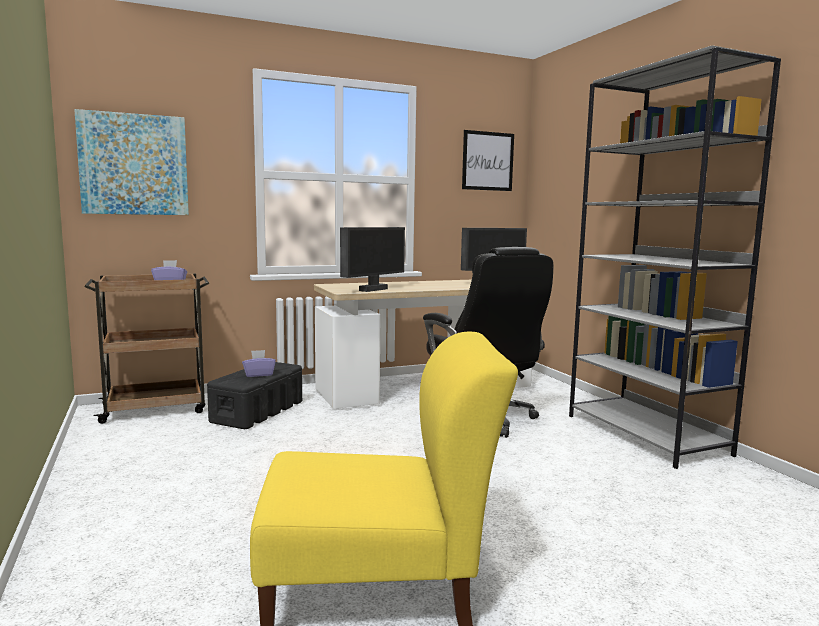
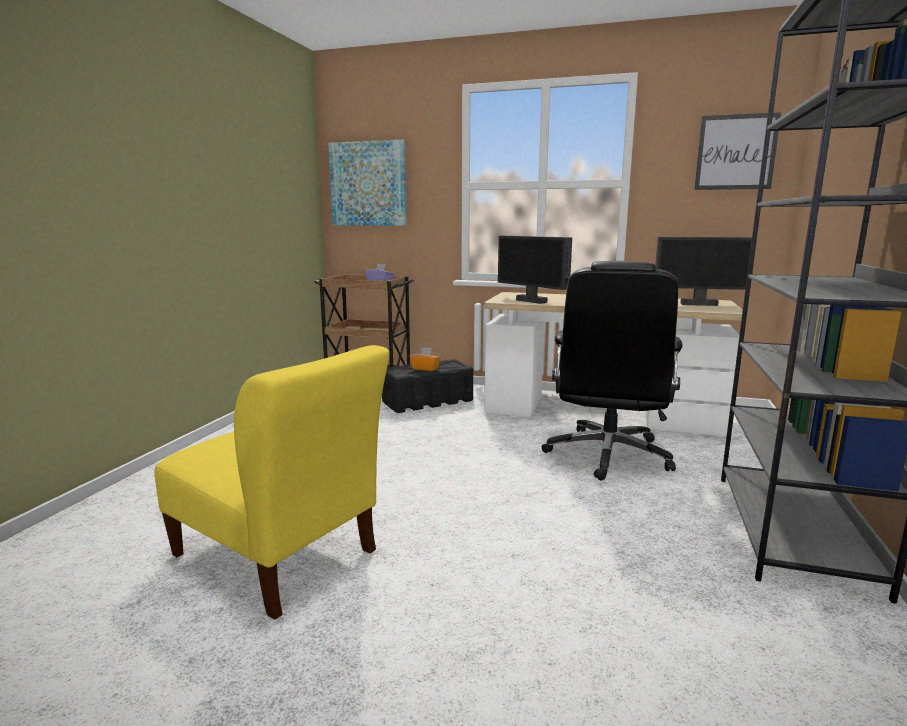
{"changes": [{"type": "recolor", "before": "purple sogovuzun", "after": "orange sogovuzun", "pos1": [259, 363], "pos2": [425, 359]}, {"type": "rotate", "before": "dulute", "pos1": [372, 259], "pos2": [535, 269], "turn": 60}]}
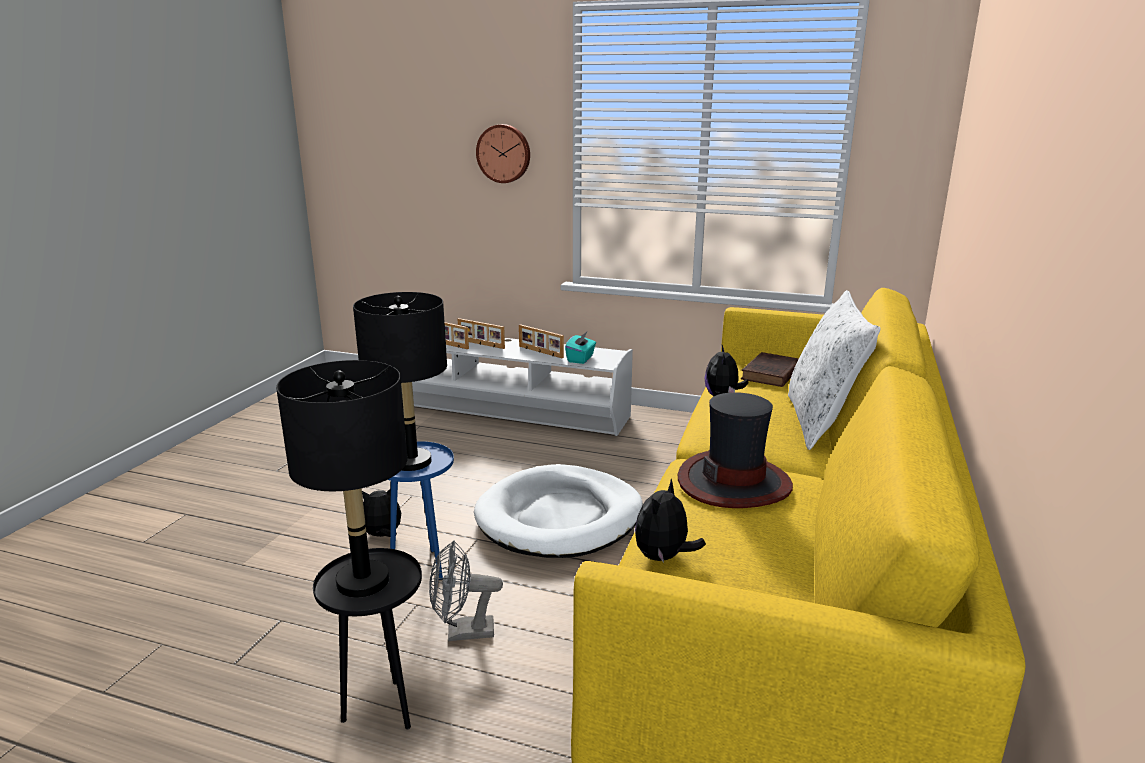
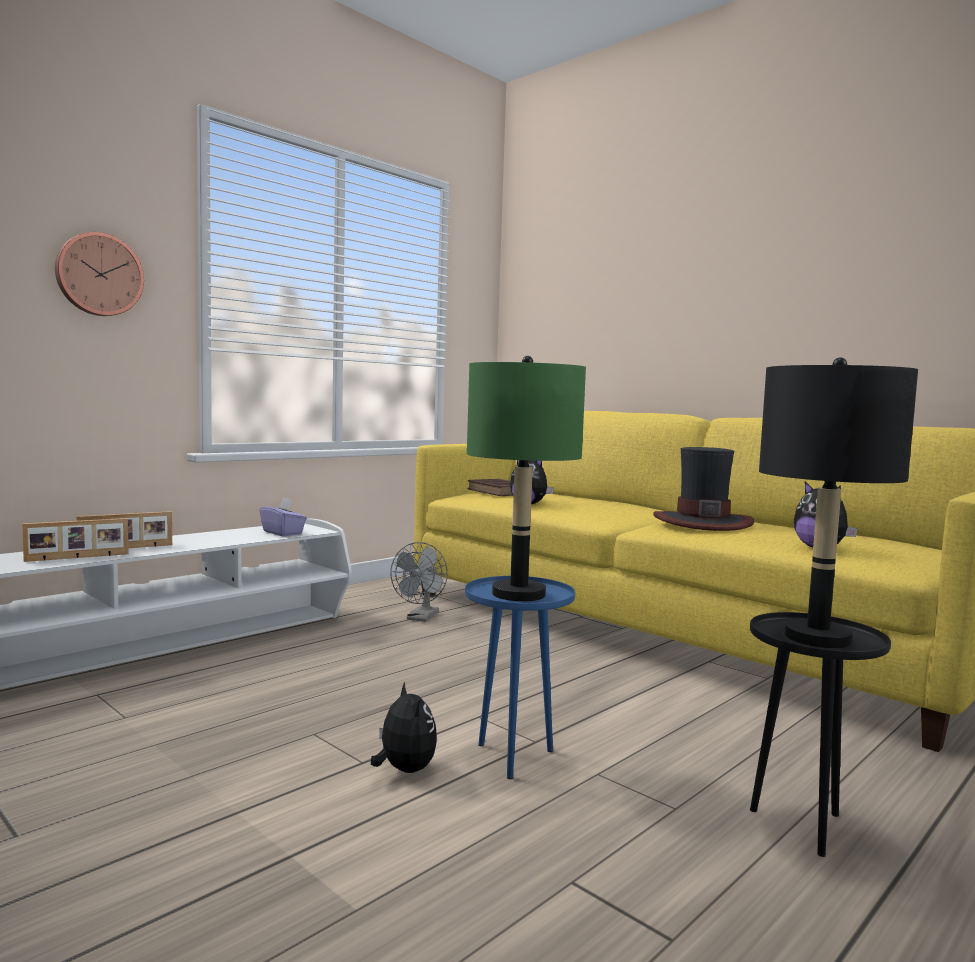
{"changes": [{"type": "recolor", "before": "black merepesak", "after": "green merepesak", "pos1": [400, 381], "pos2": [526, 478]}, {"type": "rotate", "before": "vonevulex", "pos1": [381, 512], "pos2": [404, 727], "turn": 150}, {"type": "move", "before": "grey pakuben", "pos1": [466, 590], "pos2": [419, 582]}, {"type": "delete", "before": "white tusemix", "pos1": [558, 511]}, {"type": "delete", "before": "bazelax", "pos1": [541, 341]}, {"type": "recolor", "before": "turquoise sogovuzun", "after": "purple sogovuzun", "pos1": [580, 348], "pos2": [283, 516]}, {"type": "delete", "before": "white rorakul", "pos1": [834, 370]}]}
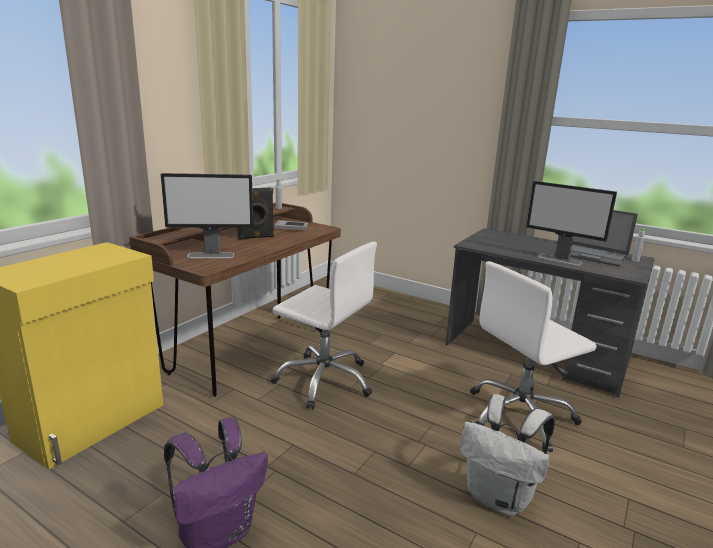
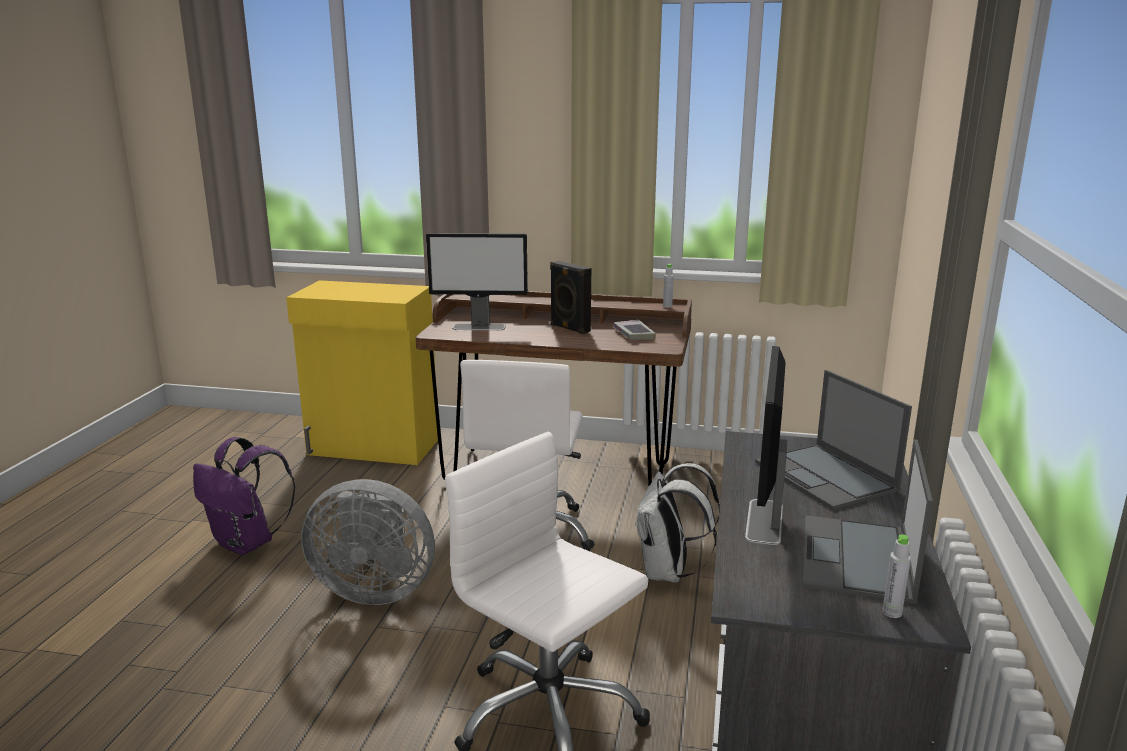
{"changes": [{"type": "rotate", "before": "dulute", "pos1": [207, 215], "pos2": [477, 281], "turn": -60}, {"type": "move", "before": "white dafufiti", "pos1": [507, 455], "pos2": [677, 523]}, {"type": "insert", "after": "grey pakuben", "pos2": [368, 542]}, {"type": "insert", "after": "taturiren", "pos2": [833, 440]}]}
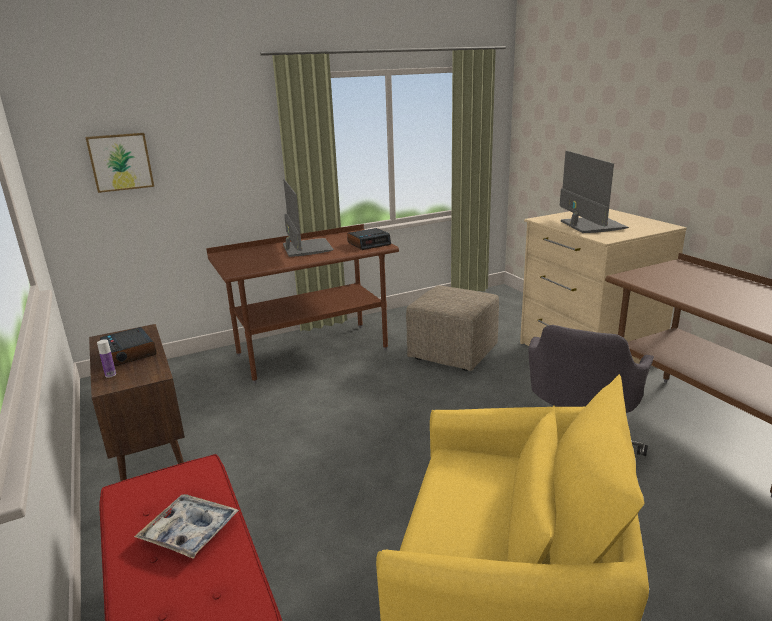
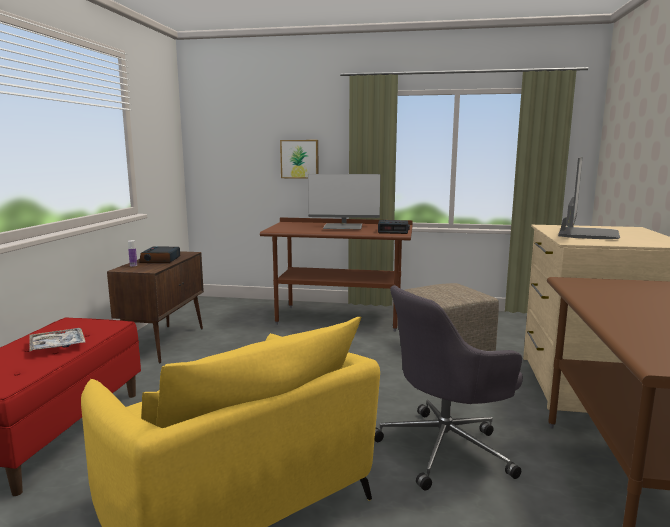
{"changes": [{"type": "move", "before": "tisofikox", "pos1": [119, 163], "pos2": [299, 159]}, {"type": "rotate", "before": "dulute", "pos1": [308, 218], "pos2": [344, 201], "turn": 75}]}
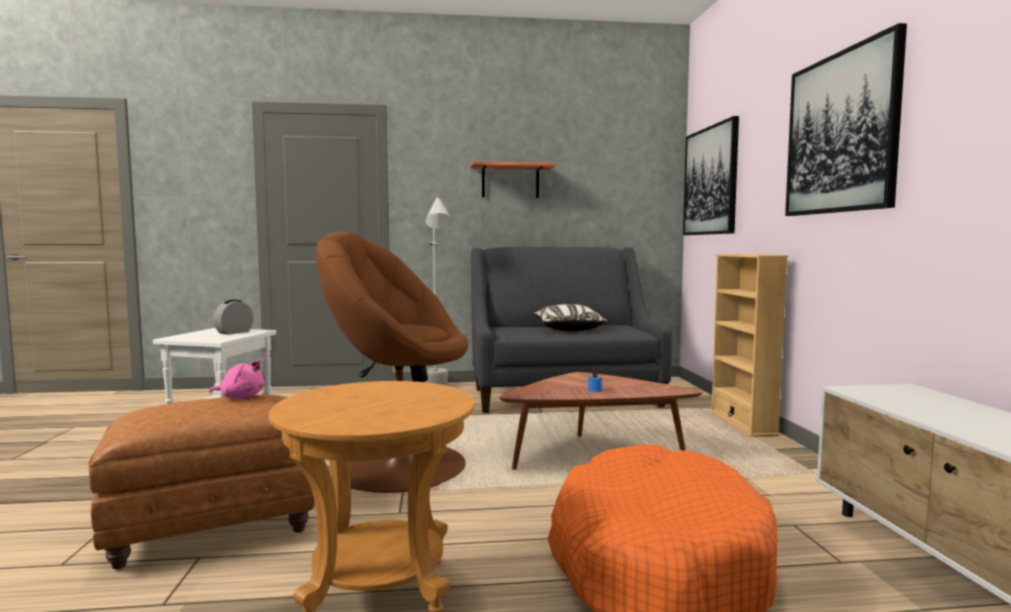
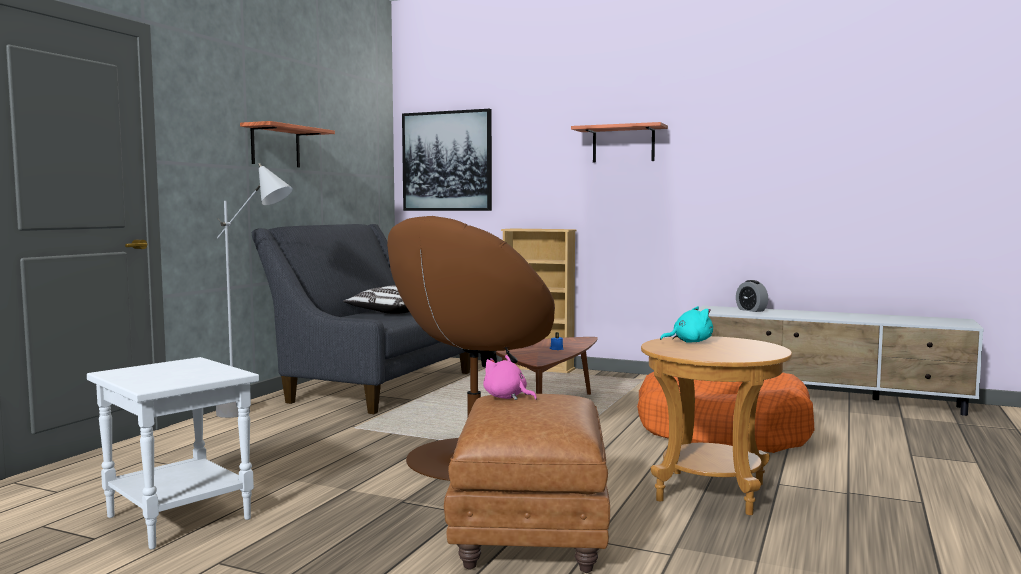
{"changes": [{"type": "rotate", "before": "pink vonevulex", "pos1": [237, 379], "pos2": [510, 377], "turn": -90}, {"type": "move", "before": "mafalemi", "pos1": [233, 317], "pos2": [752, 296]}, {"type": "replace", "before": "tisofikox", "after": "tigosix", "pos1": [846, 119], "pos2": [619, 142]}, {"type": "insert", "after": "turquoise vonevulex", "pos2": [686, 324]}]}
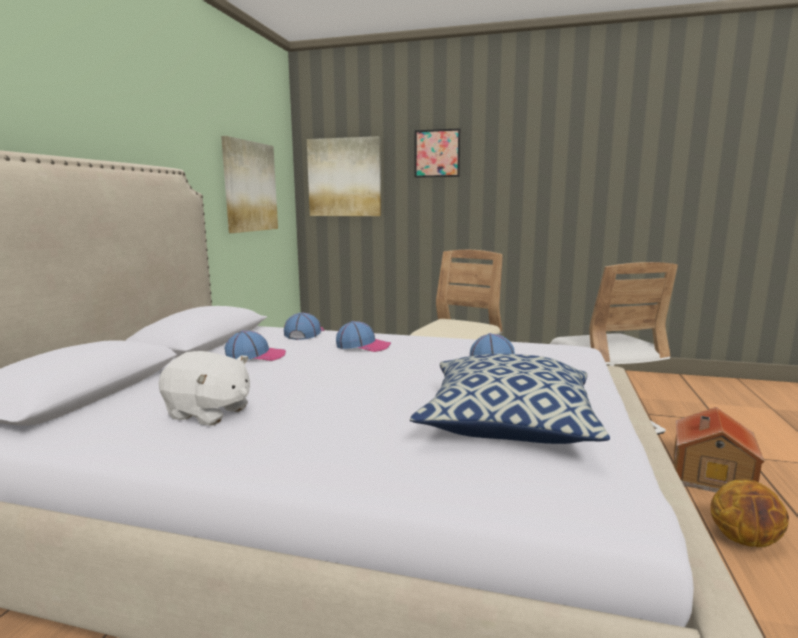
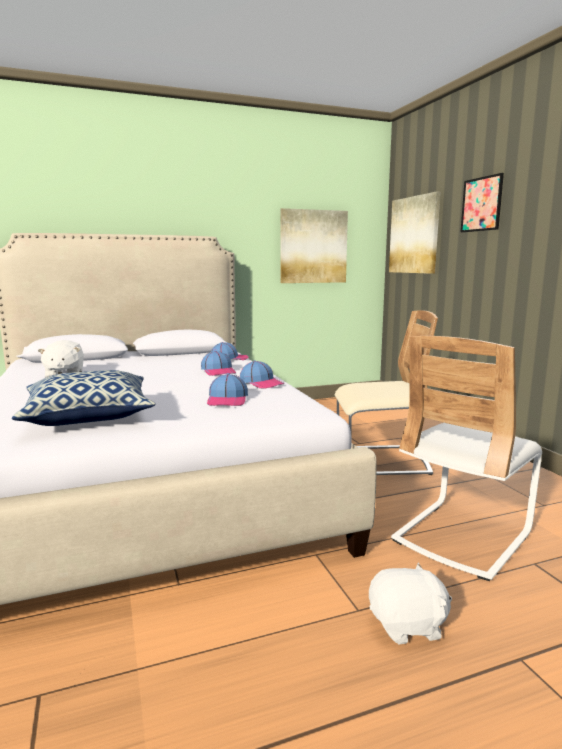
{"changes": [{"type": "move", "before": "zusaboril", "pos1": [255, 346], "pos2": [262, 374]}, {"type": "replace", "before": "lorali", "after": "white vonevulex", "pos1": [719, 449], "pos2": [410, 603]}, {"type": "delete", "before": "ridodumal", "pos1": [750, 513]}]}
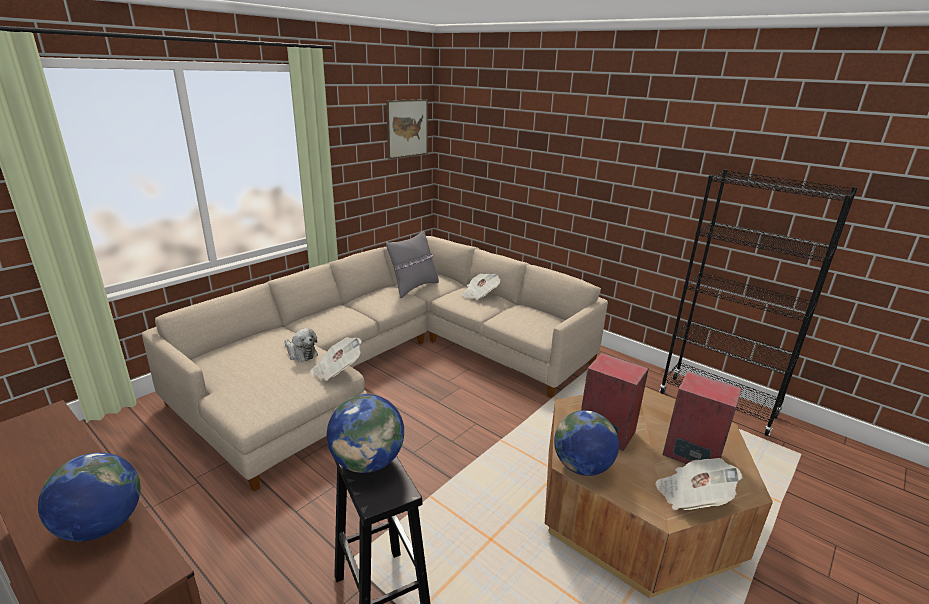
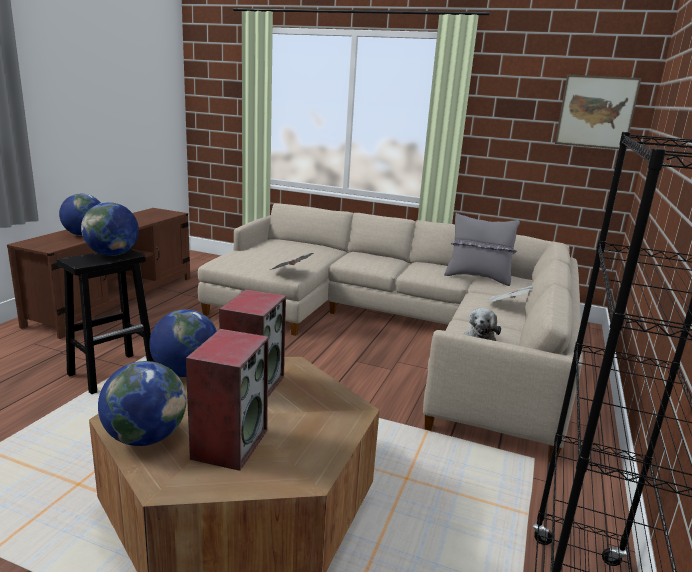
{"changes": [{"type": "move", "before": "vonevulex", "pos1": [301, 344], "pos2": [482, 324]}, {"type": "replace", "before": "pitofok", "after": "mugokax", "pos1": [699, 484], "pos2": [142, 403]}]}
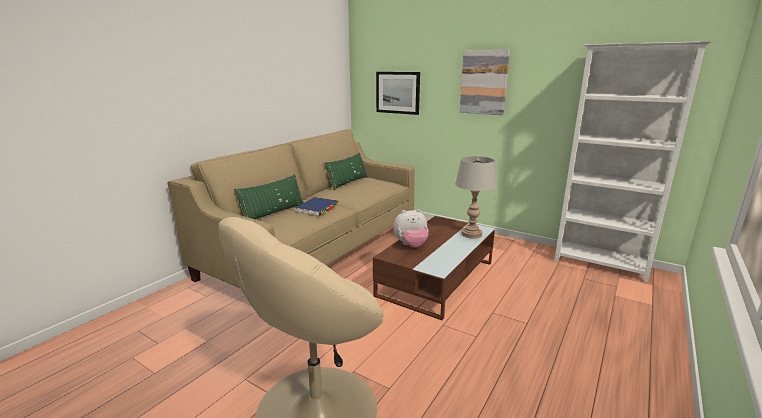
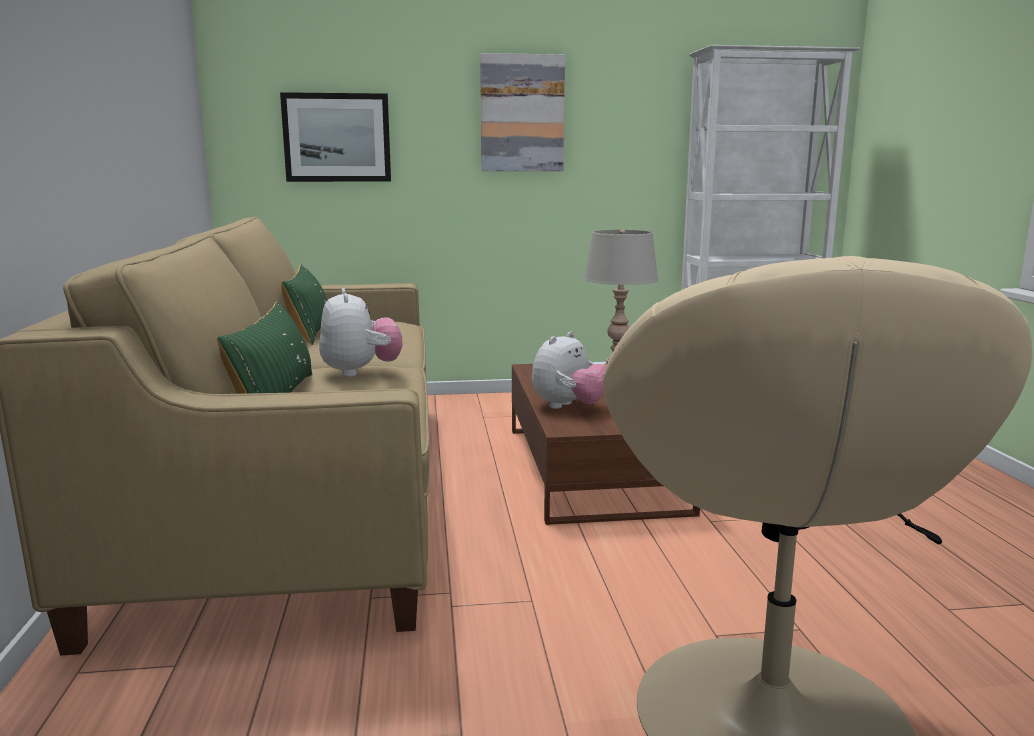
{"changes": [{"type": "replace", "before": "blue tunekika", "after": "vonevulex", "pos1": [317, 206], "pos2": [361, 332]}]}
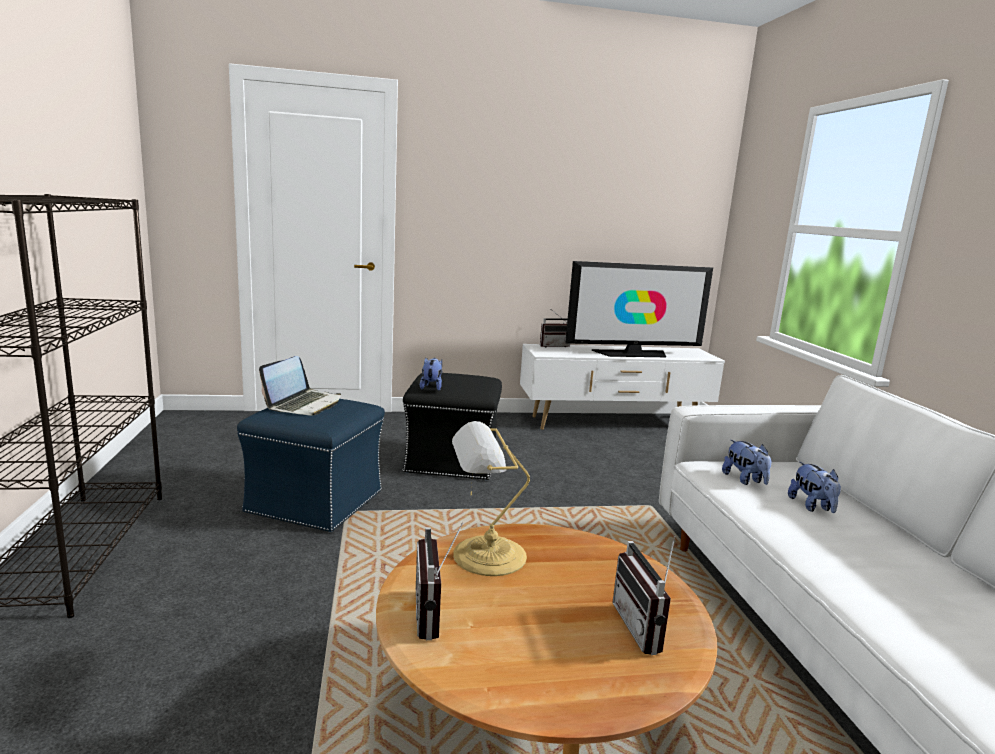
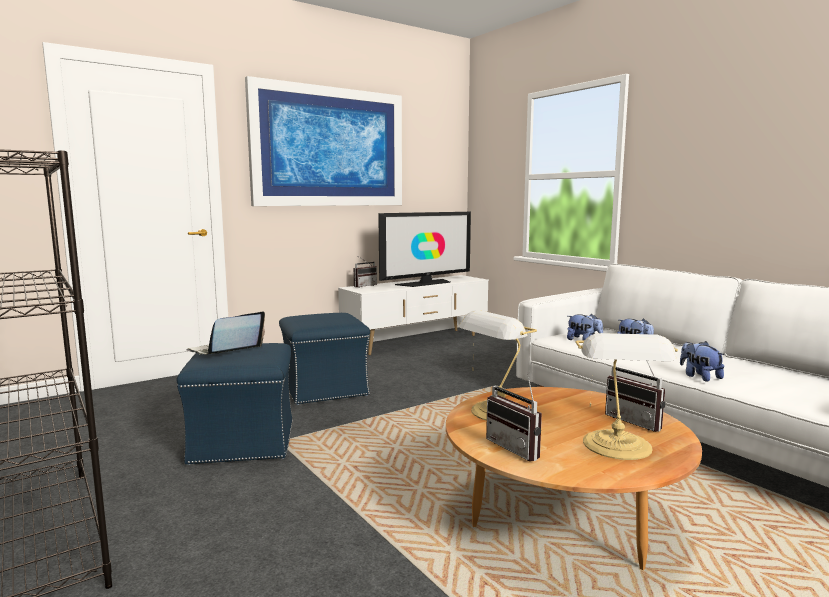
{"changes": [{"type": "rotate", "before": "taturiren", "pos1": [300, 385], "pos2": [225, 333], "turn": -135}, {"type": "recolor", "before": "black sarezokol", "after": "blue sarezokol", "pos1": [452, 427], "pos2": [324, 359]}, {"type": "move", "before": "vonevulex", "pos1": [431, 374], "pos2": [702, 361]}, {"type": "insert", "after": "tisofikox", "pos2": [323, 141]}, {"type": "insert", "after": "merepesak", "pos2": [626, 396]}]}
